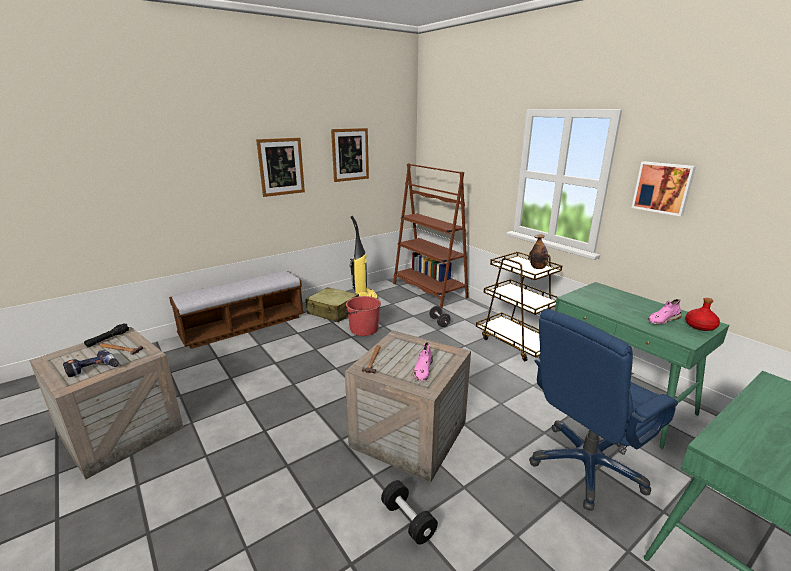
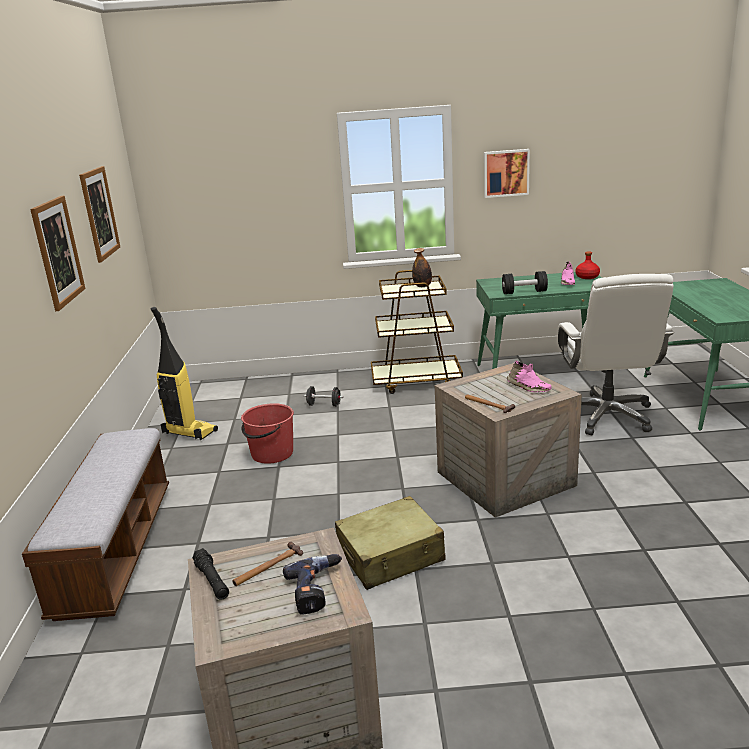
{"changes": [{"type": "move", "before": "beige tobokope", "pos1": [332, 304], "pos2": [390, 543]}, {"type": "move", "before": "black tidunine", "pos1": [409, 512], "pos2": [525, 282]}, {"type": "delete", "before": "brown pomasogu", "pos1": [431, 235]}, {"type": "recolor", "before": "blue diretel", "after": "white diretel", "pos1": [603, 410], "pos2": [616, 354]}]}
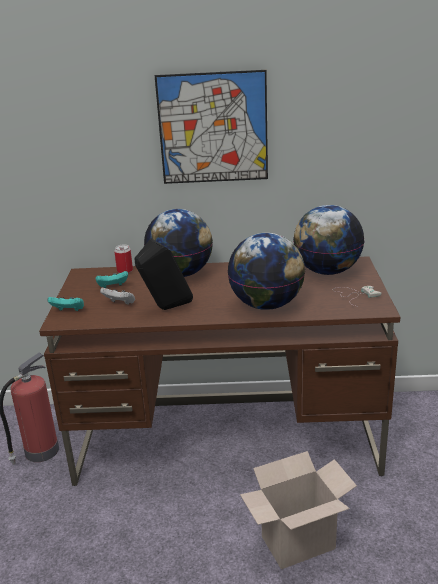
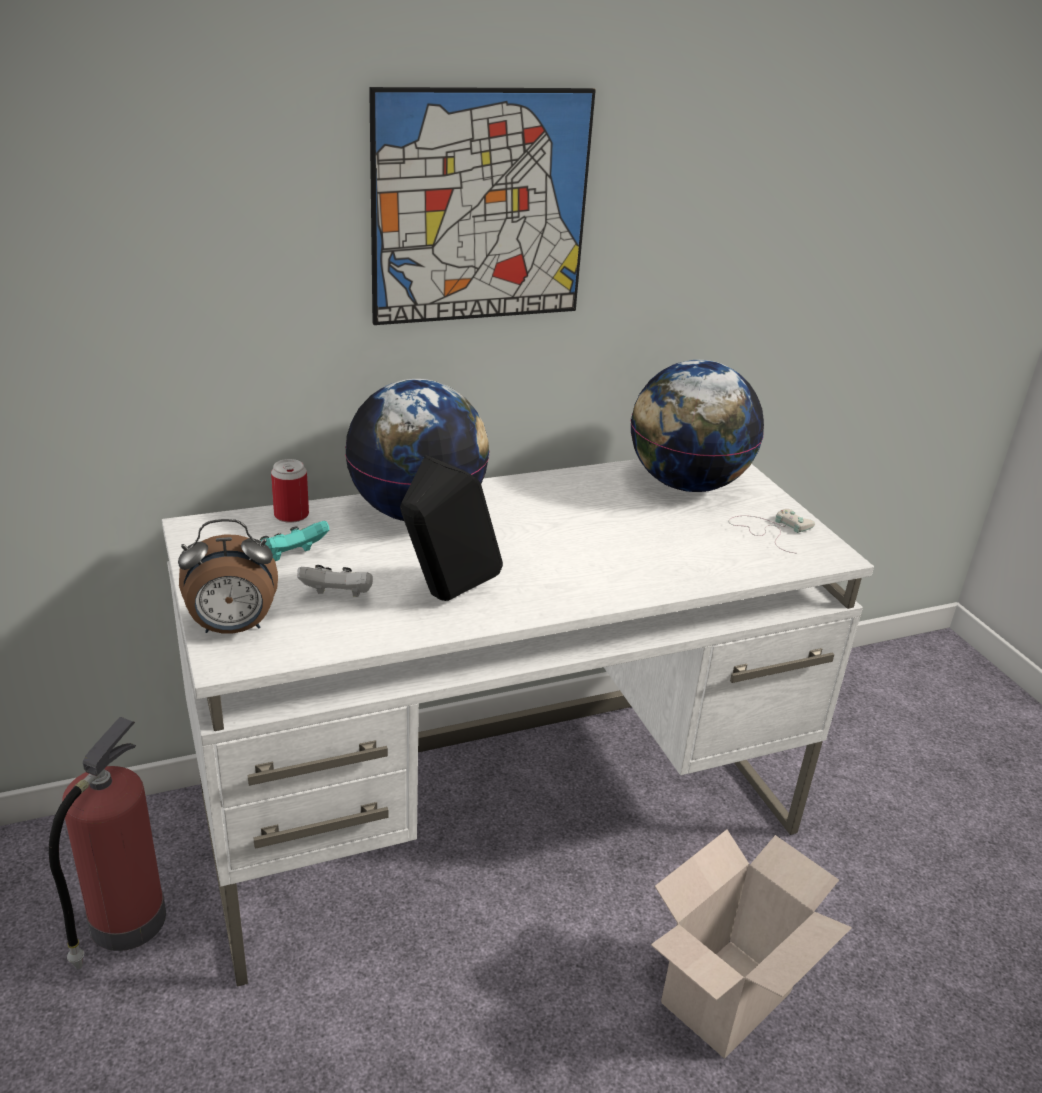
{"changes": [{"type": "recolor", "before": "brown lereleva", "after": "white lereleva", "pos1": [219, 371], "pos2": [518, 723]}, {"type": "replace", "before": "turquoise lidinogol", "after": "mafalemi", "pos1": [66, 304], "pos2": [228, 576]}, {"type": "delete", "before": "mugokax", "pos1": [266, 271]}]}
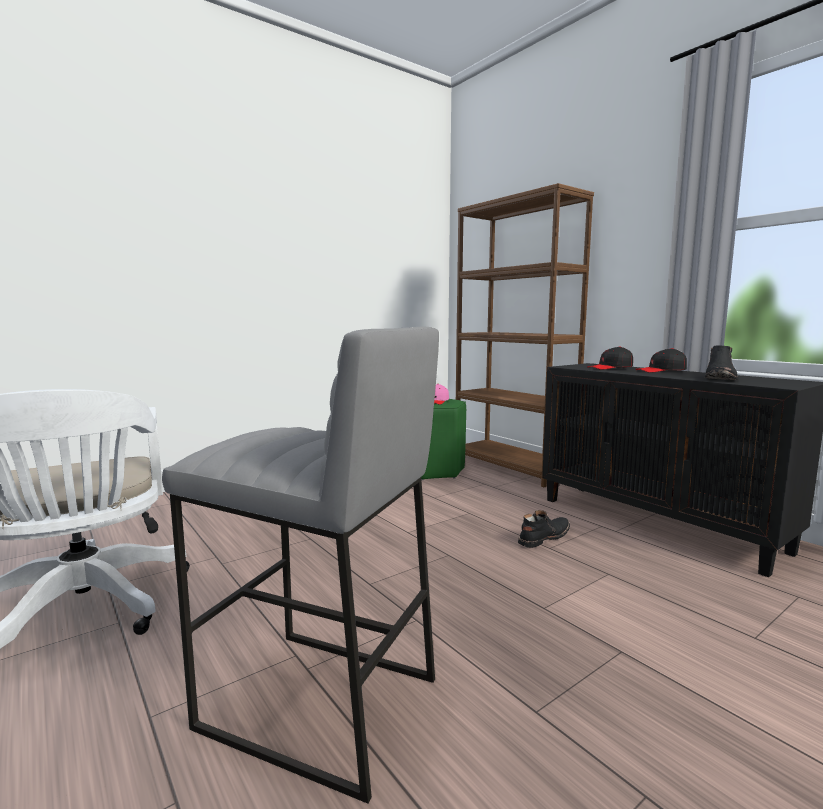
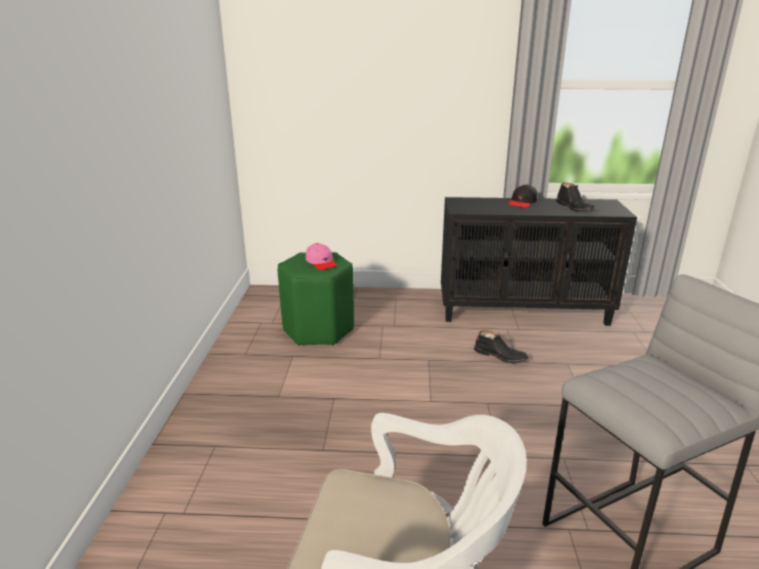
{"changes": [{"type": "delete", "before": "brown pomasogu", "pos1": [525, 335]}, {"type": "rotate", "before": "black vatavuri", "pos1": [544, 529], "pos2": [501, 346], "turn": 120}, {"type": "delete", "before": "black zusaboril", "pos1": [610, 358]}]}
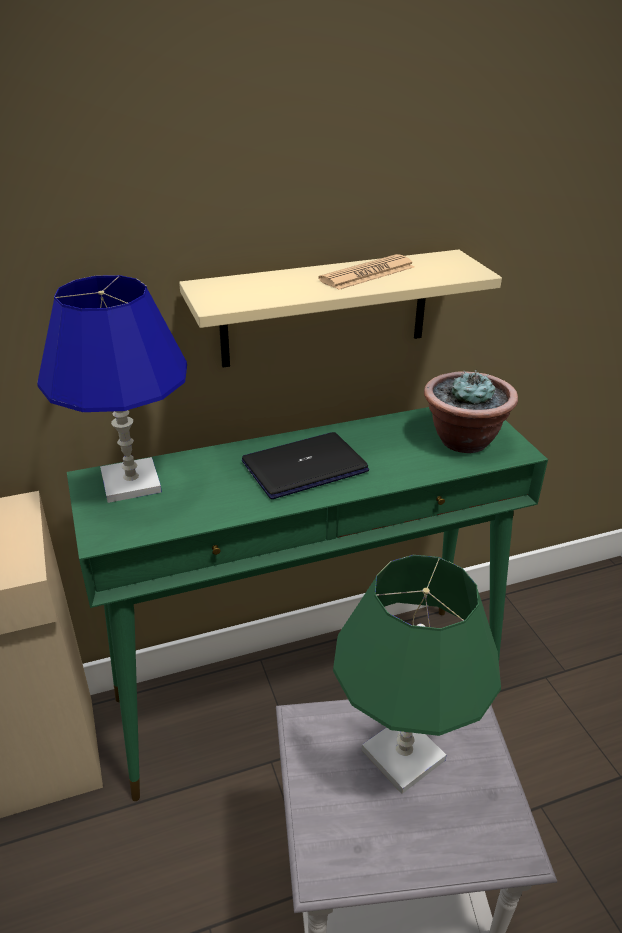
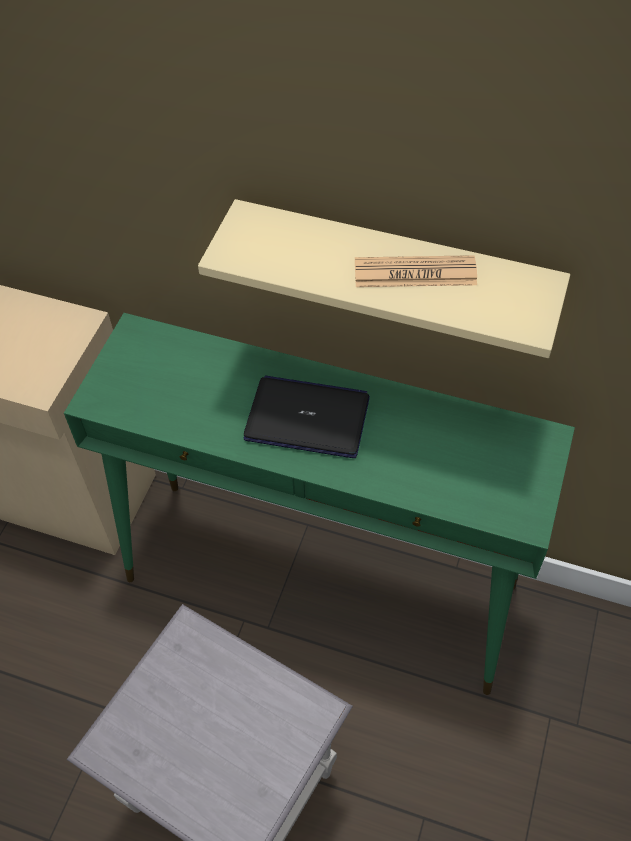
{"changes": [{"type": "delete", "before": "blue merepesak", "pos1": [112, 389]}, {"type": "delete", "before": "green merepesak", "pos1": [417, 674]}, {"type": "delete", "before": "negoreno", "pos1": [471, 411]}]}
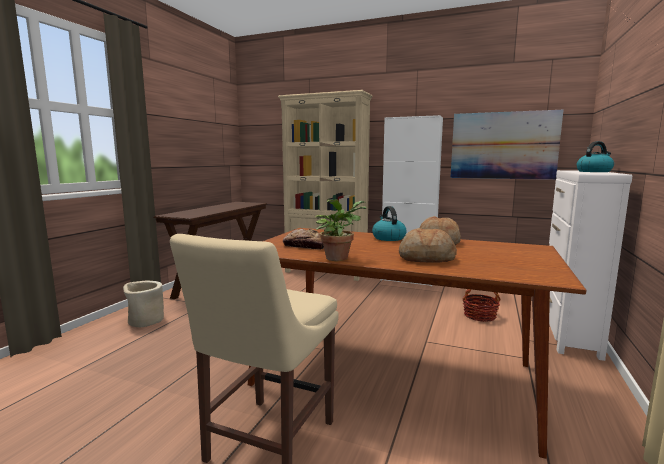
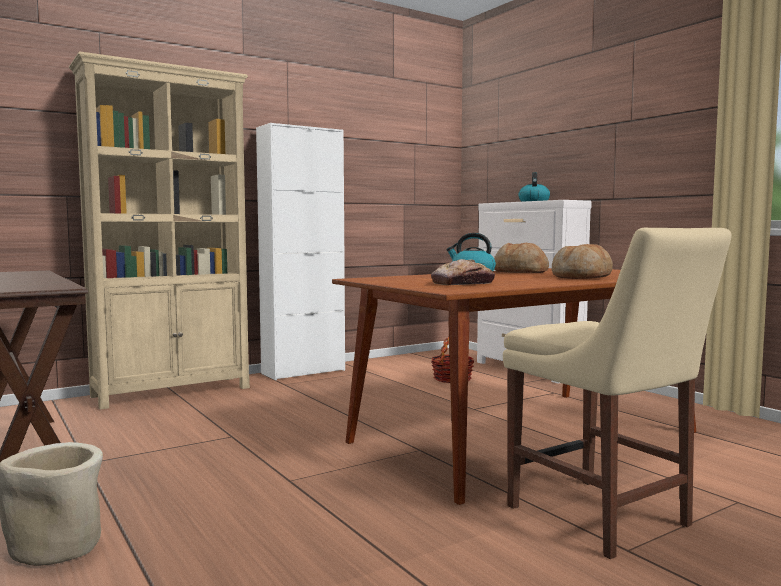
{"changes": [{"type": "delete", "before": "negoreno", "pos1": [341, 230]}, {"type": "delete", "before": "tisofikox", "pos1": [506, 145]}]}
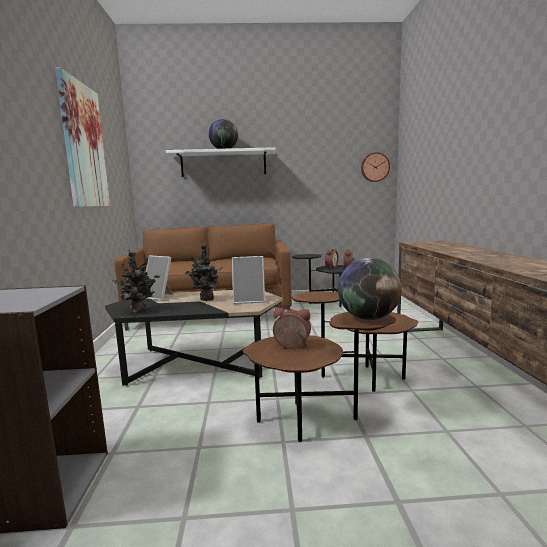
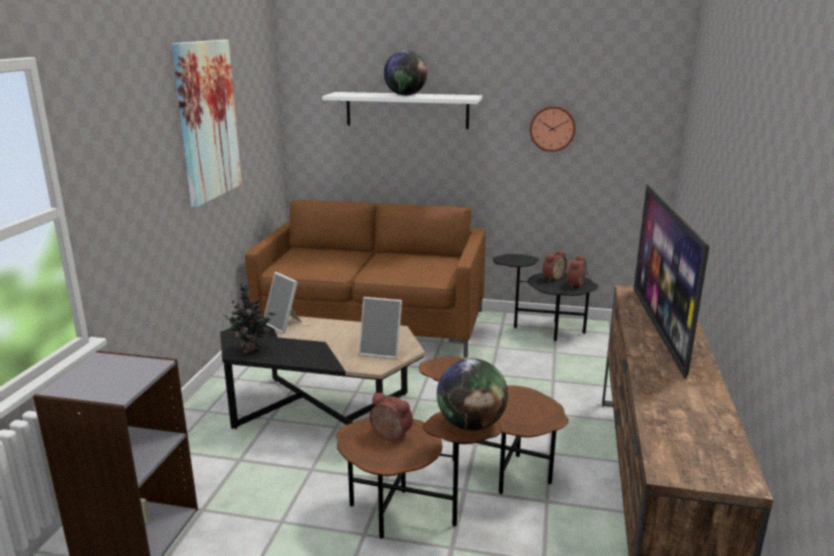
{"changes": [{"type": "delete", "before": "negoreno", "pos1": [203, 272]}, {"type": "move", "before": "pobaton", "pos1": [375, 167], "pos2": [552, 129]}, {"type": "insert", "after": "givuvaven", "pos2": [671, 281]}]}
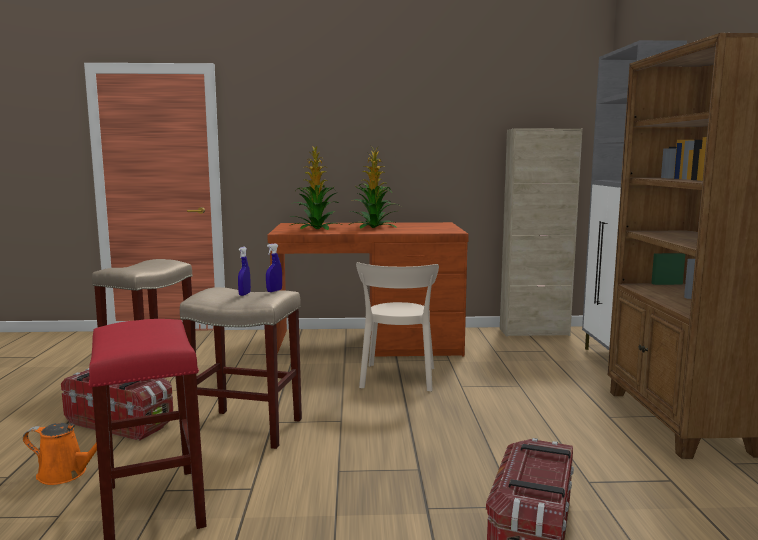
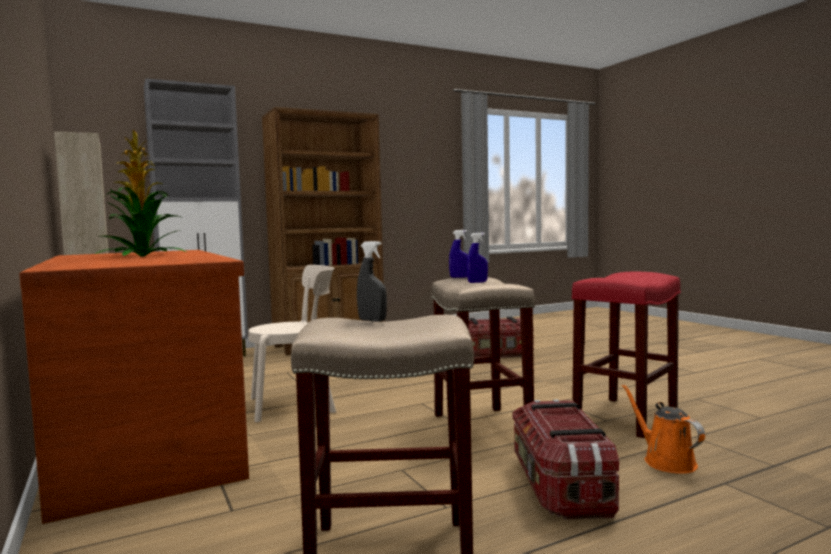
{"changes": [{"type": "delete", "before": "negoreno", "pos1": [316, 188]}, {"type": "insert", "after": "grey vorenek", "pos2": [372, 281]}]}
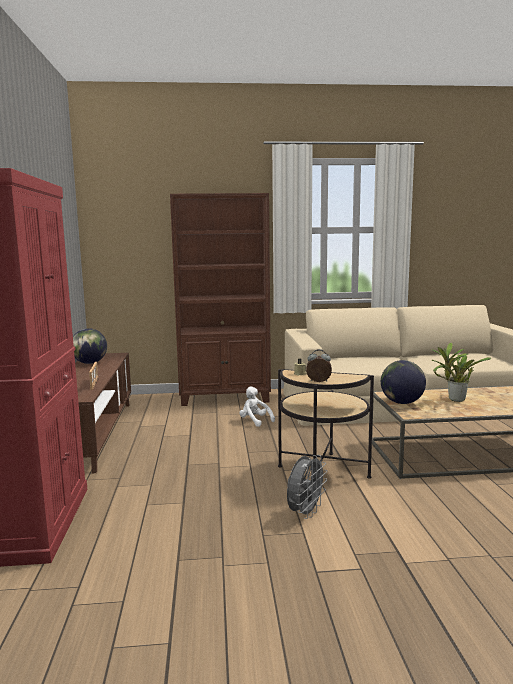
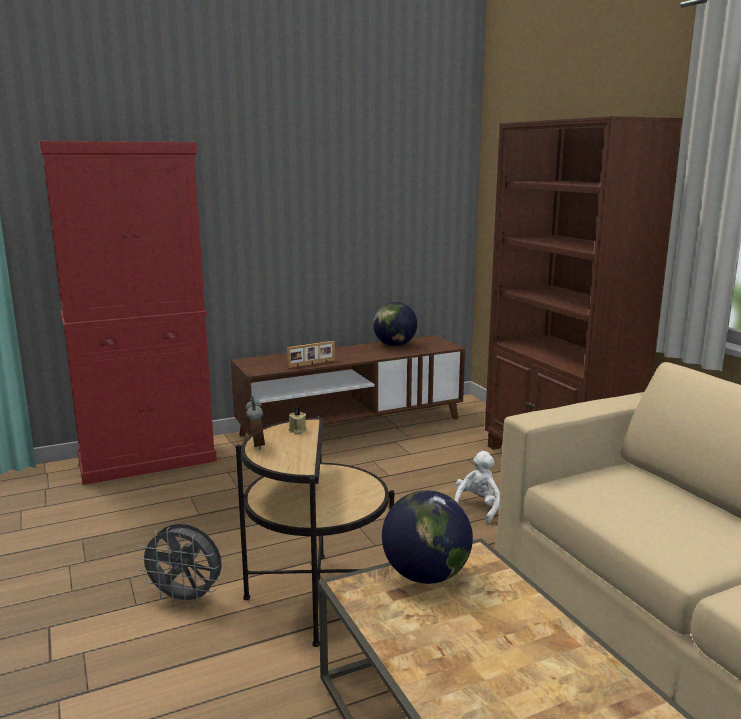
{"changes": [{"type": "delete", "before": "negoreno", "pos1": [461, 372]}]}
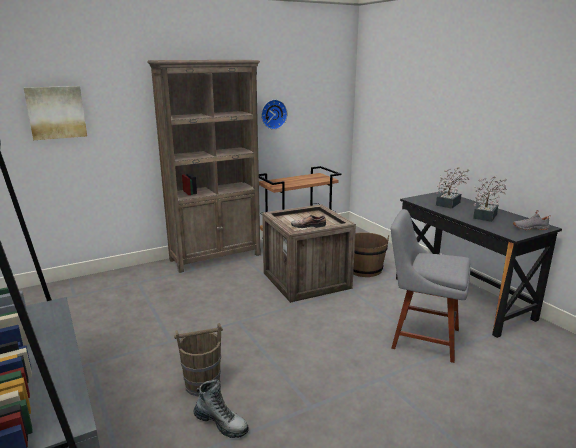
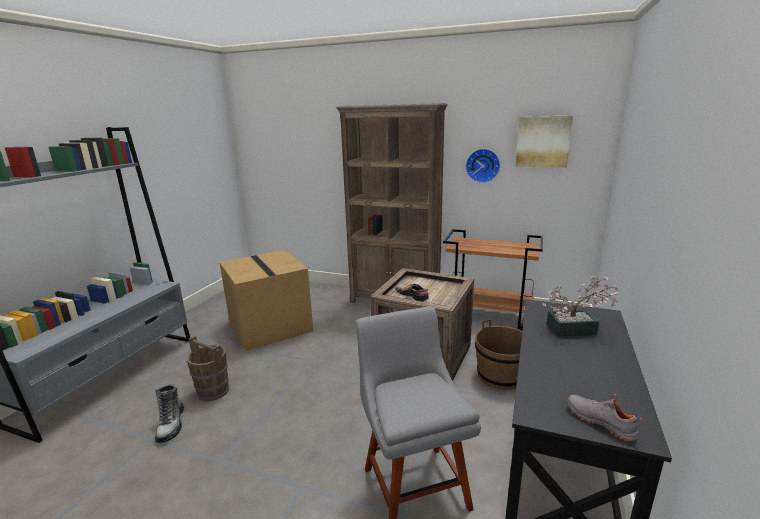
{"changes": [{"type": "move", "before": "tisofikox", "pos1": [55, 113], "pos2": [544, 142]}, {"type": "delete", "before": "negoreno", "pos1": [490, 199]}, {"type": "insert", "after": "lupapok", "pos2": [266, 300]}]}
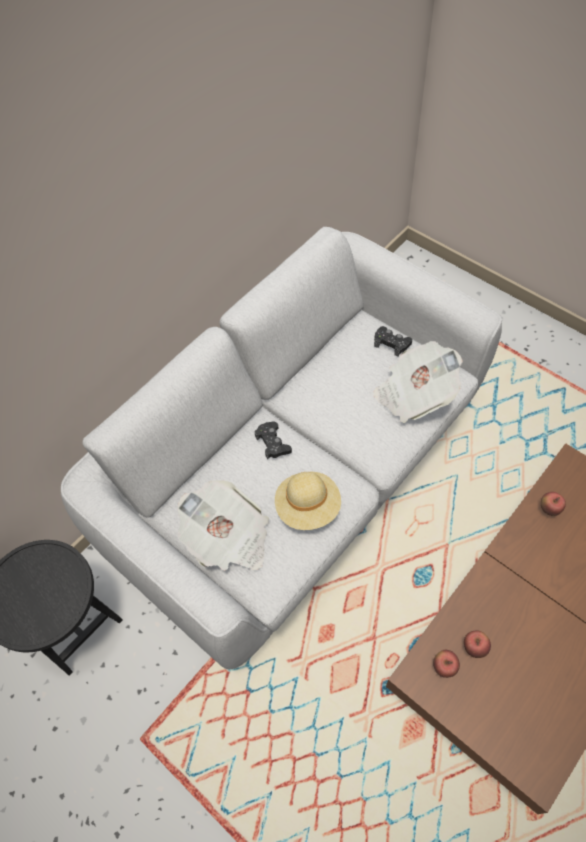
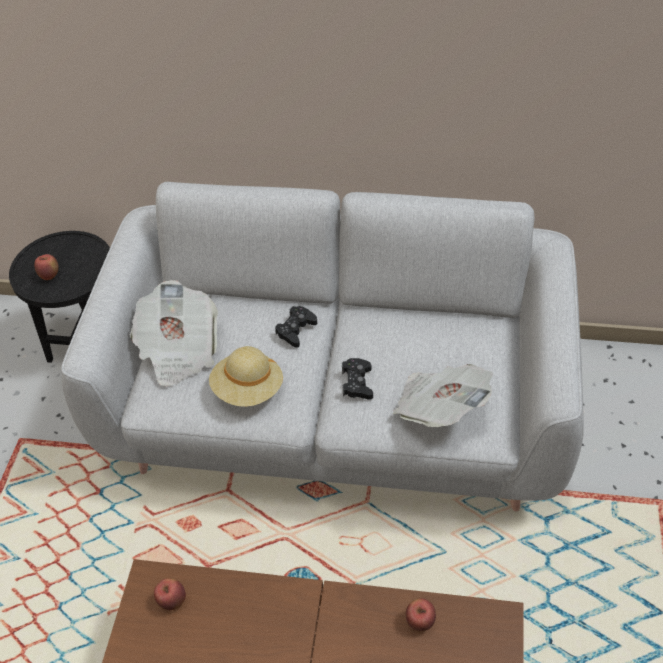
{"changes": [{"type": "move", "before": "black lidinogol", "pos1": [393, 341], "pos2": [357, 379]}, {"type": "move", "before": "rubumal", "pos1": [477, 644], "pos2": [46, 267]}]}
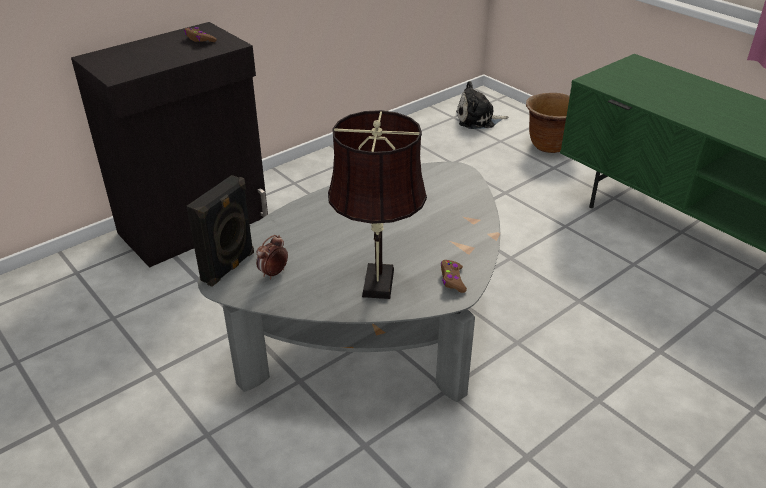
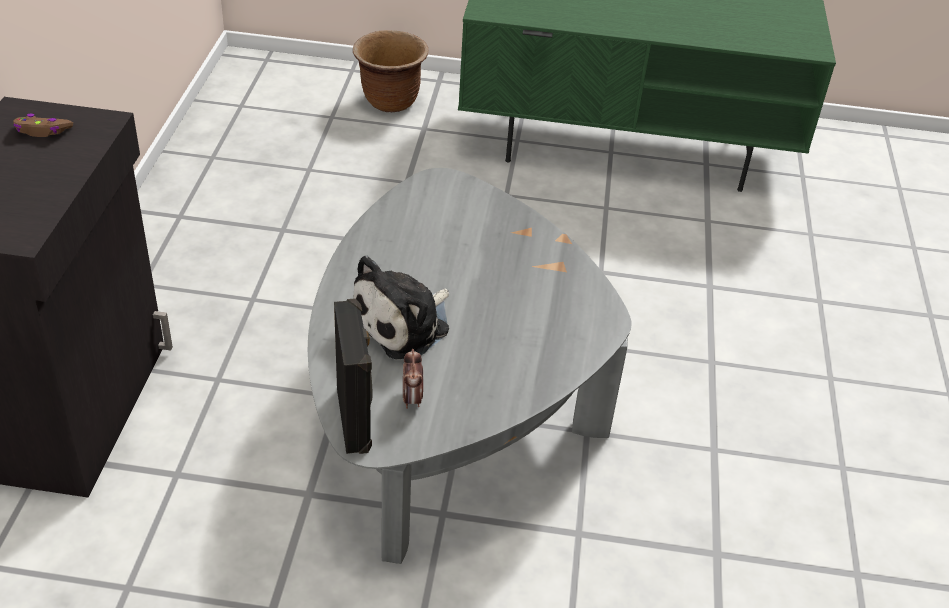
{"changes": [{"type": "delete", "before": "brown merepesak", "pos1": [377, 204]}, {"type": "delete", "before": "brown lidinogol", "pos1": [454, 276]}, {"type": "move", "before": "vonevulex", "pos1": [482, 105], "pos2": [401, 307]}]}
